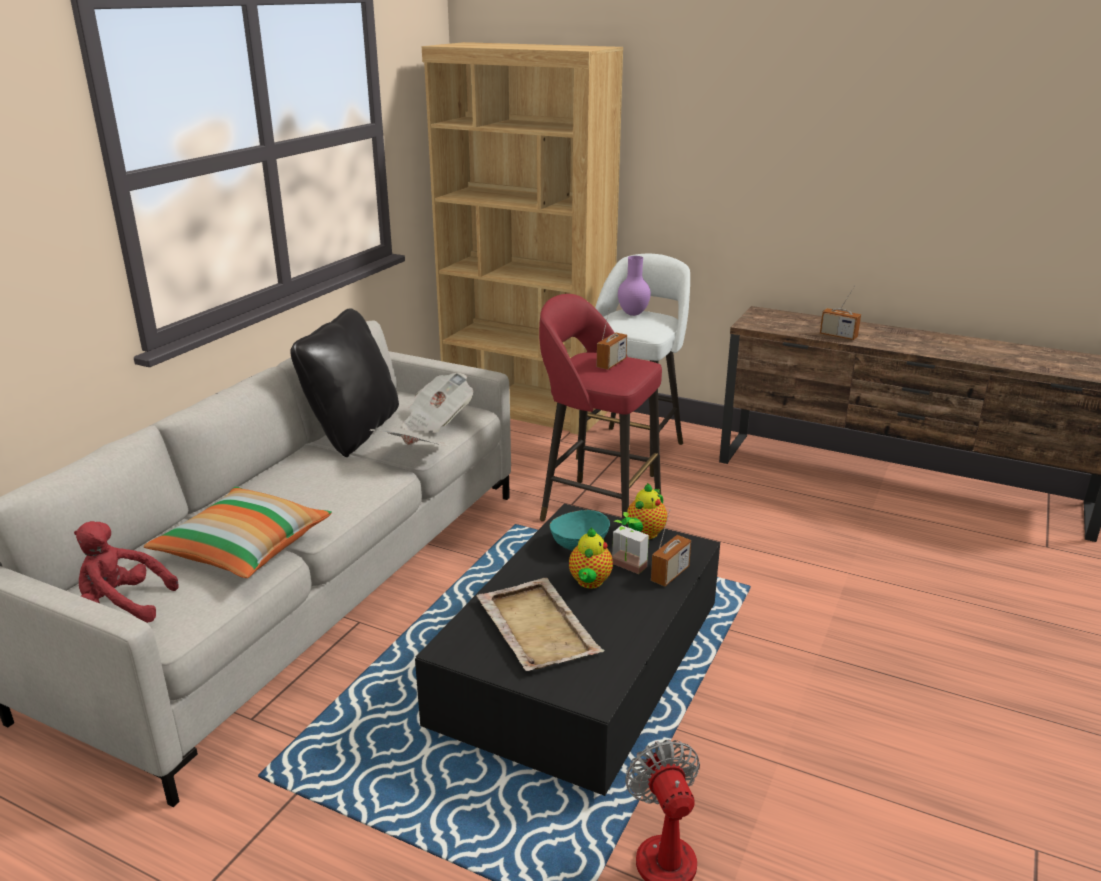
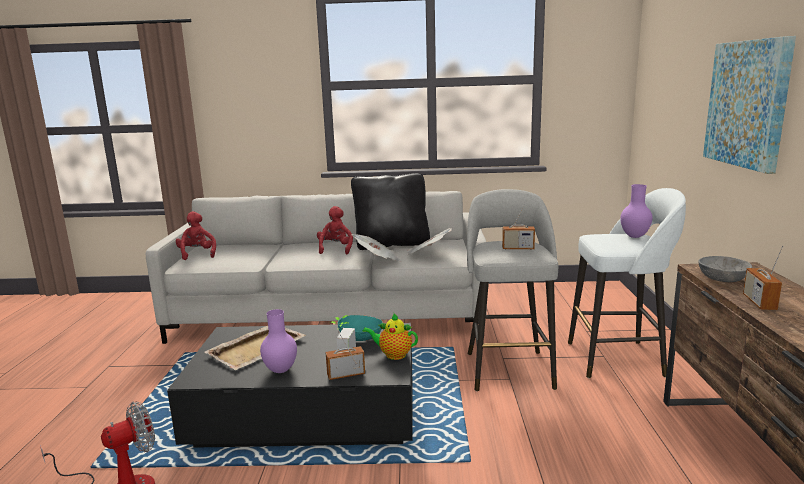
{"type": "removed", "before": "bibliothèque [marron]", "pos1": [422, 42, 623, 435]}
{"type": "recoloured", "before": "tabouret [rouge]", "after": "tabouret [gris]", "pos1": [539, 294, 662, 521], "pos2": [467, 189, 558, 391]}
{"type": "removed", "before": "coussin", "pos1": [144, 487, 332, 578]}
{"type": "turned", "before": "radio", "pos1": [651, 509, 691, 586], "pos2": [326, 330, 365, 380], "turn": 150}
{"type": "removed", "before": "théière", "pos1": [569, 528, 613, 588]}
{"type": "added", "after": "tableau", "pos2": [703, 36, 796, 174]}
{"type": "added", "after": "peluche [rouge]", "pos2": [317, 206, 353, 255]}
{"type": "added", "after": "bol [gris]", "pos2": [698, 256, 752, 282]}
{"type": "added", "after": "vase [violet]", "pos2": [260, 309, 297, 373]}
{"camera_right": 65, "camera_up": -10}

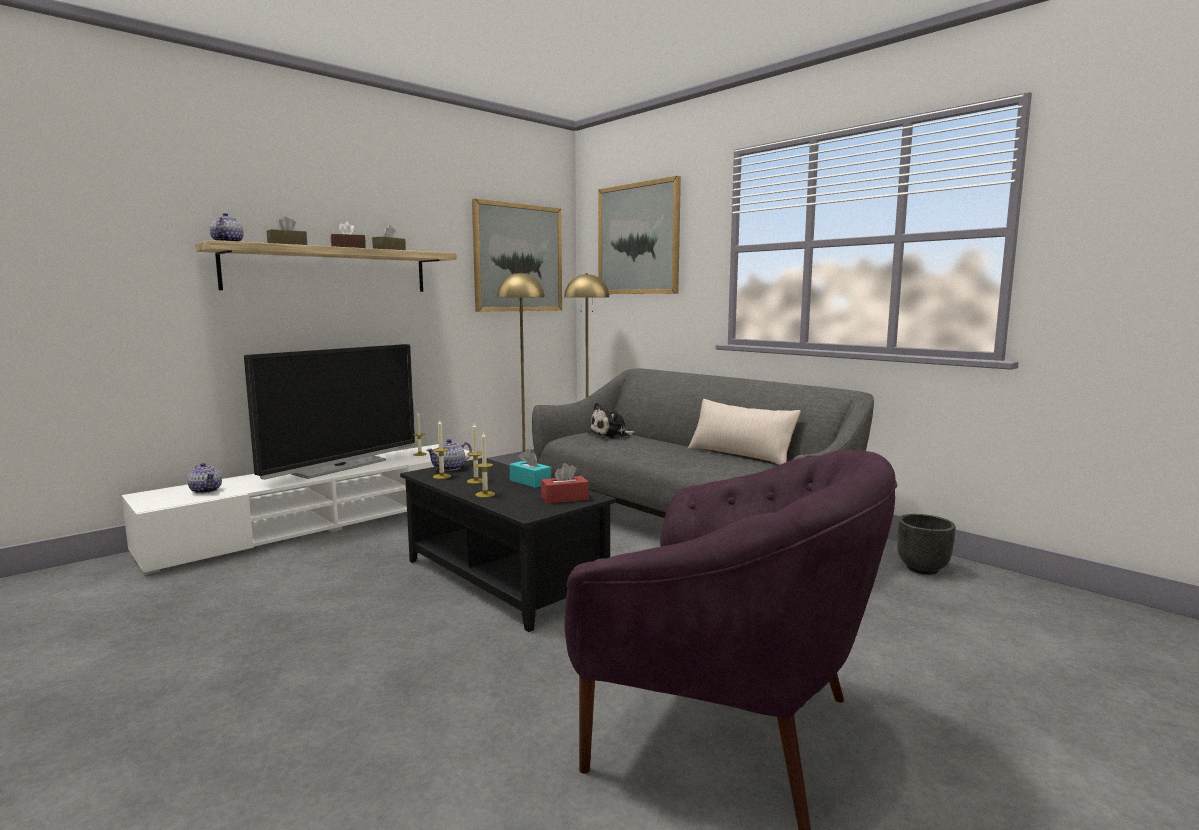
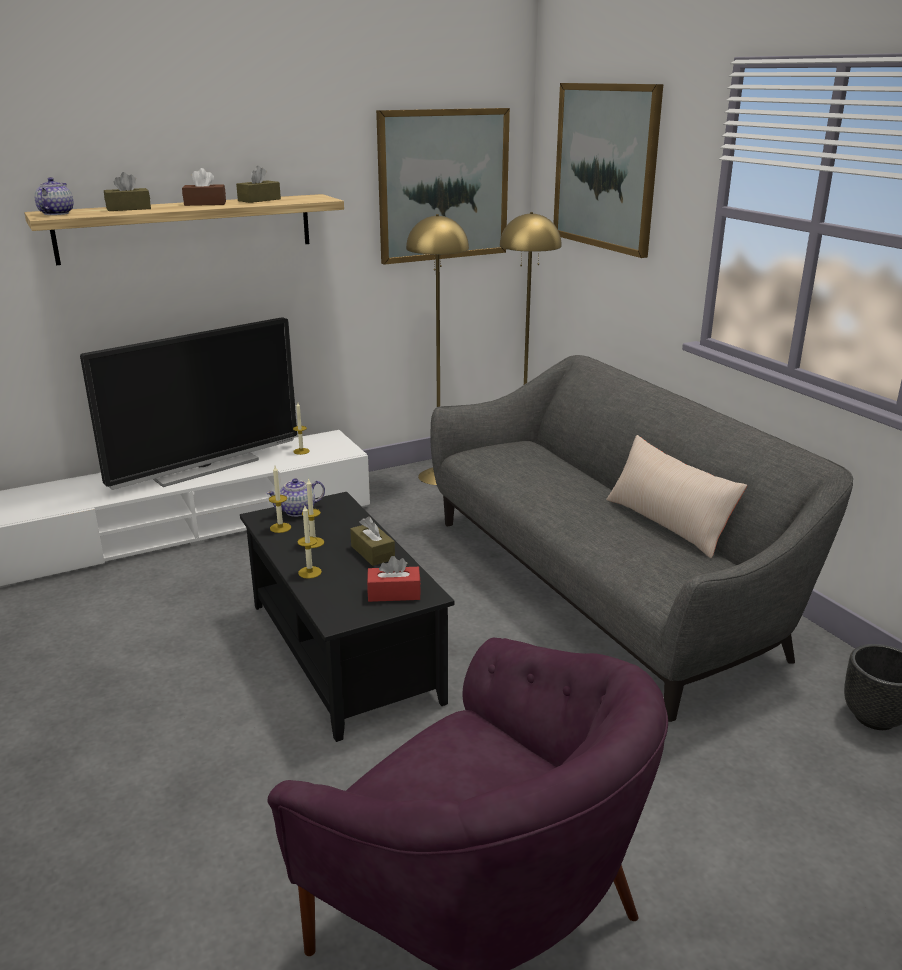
{"type": "removed", "before": "peluche", "pos1": [588, 402, 635, 439]}
{"type": "recoloured", "before": "boîte à mouchoirs [turquoise]", "after": "boîte à mouchoirs [marron]", "pos1": [510, 449, 551, 488], "pos2": [350, 516, 395, 566]}
{"type": "removed", "before": "théière", "pos1": [187, 463, 222, 494]}
{"camera_right": 15, "camera_up": 15}

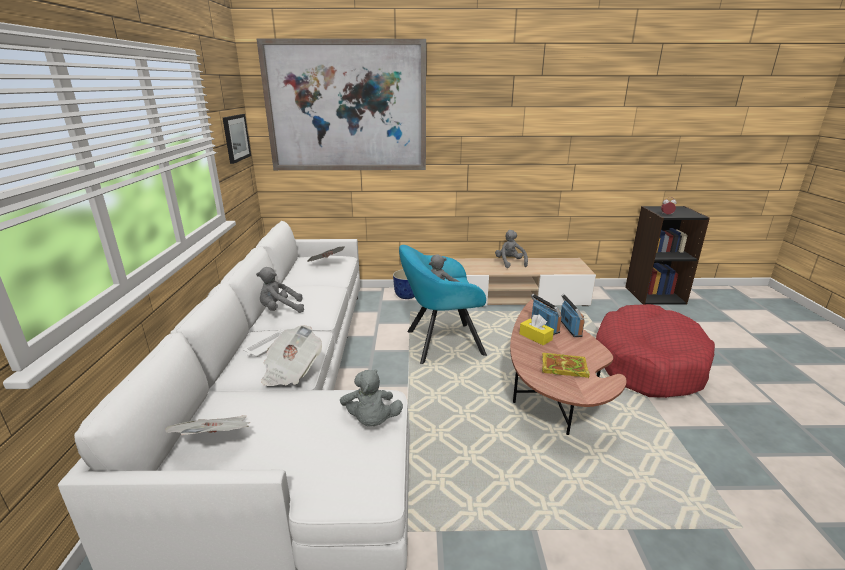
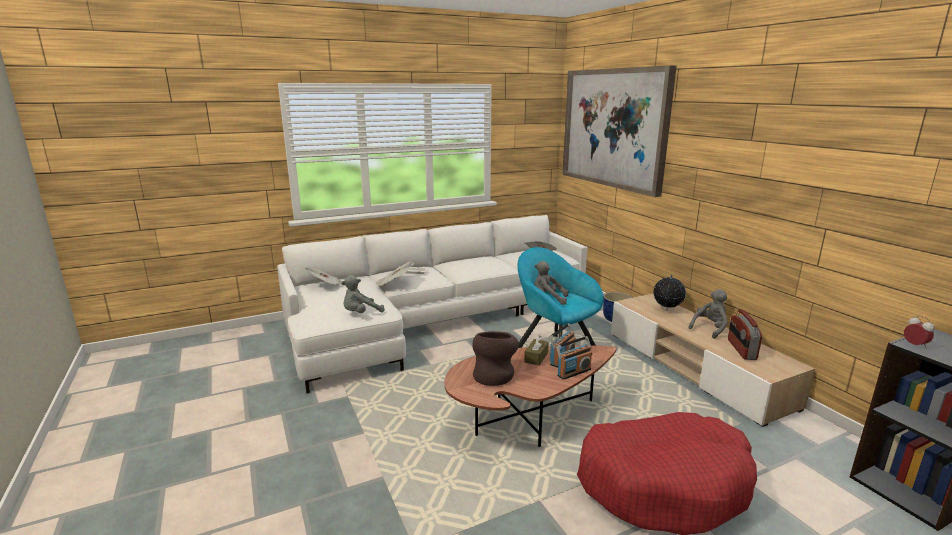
{"type": "removed", "before": "tableau", "pos1": [223, 114, 251, 164]}
{"type": "removed", "before": "peluche [gris]", "pos1": [256, 267, 304, 313]}
{"type": "recoloured", "before": "boîte à mouchoirs [jaune]", "after": "boîte à mouchoirs [marron]", "pos1": [519, 314, 554, 345], "pos2": [524, 335, 549, 366]}
{"type": "replaced", "before": "livre", "after": "vase [marron]", "pos1": [542, 353, 590, 378], "pos2": [473, 331, 519, 386]}
{"type": "added", "after": "globe", "pos2": [653, 274, 686, 311]}
{"type": "added", "after": "radio", "pos2": [728, 309, 762, 360]}
{"camera_right": 65, "camera_up": -5}

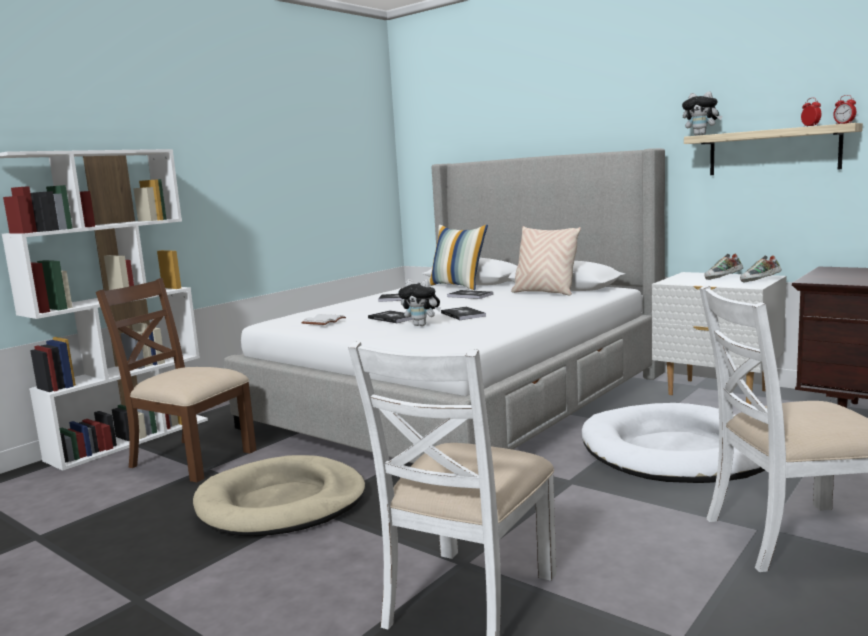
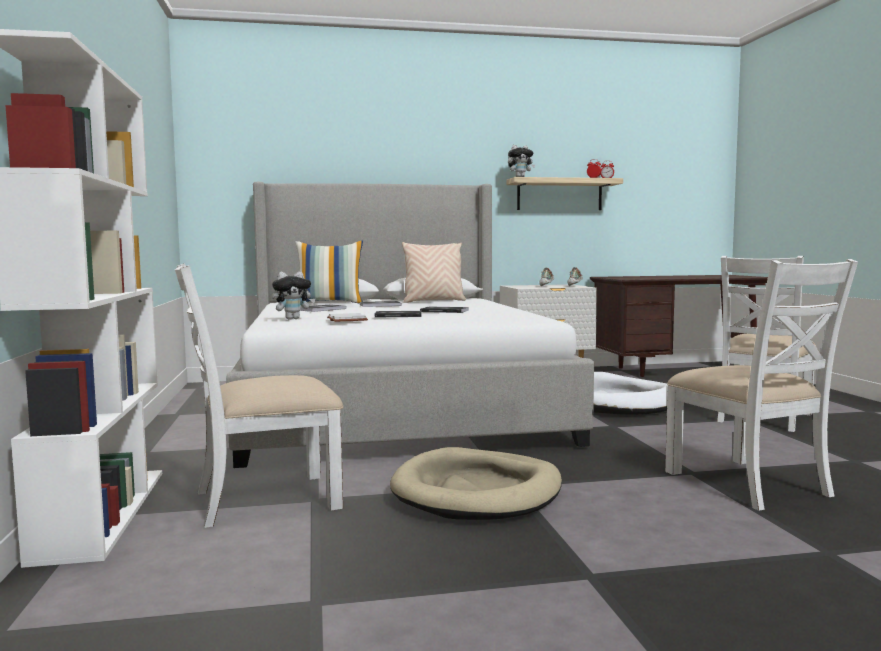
{"type": "recoloured", "before": "chaise [marron]", "after": "chaise [blanc]", "pos1": [96, 278, 257, 482], "pos2": [175, 263, 343, 528]}
{"type": "moved", "before": "peluche", "pos1": [398, 279, 441, 326], "pos2": [272, 271, 316, 320]}
{"camera_right": -50, "camera_up": -5}

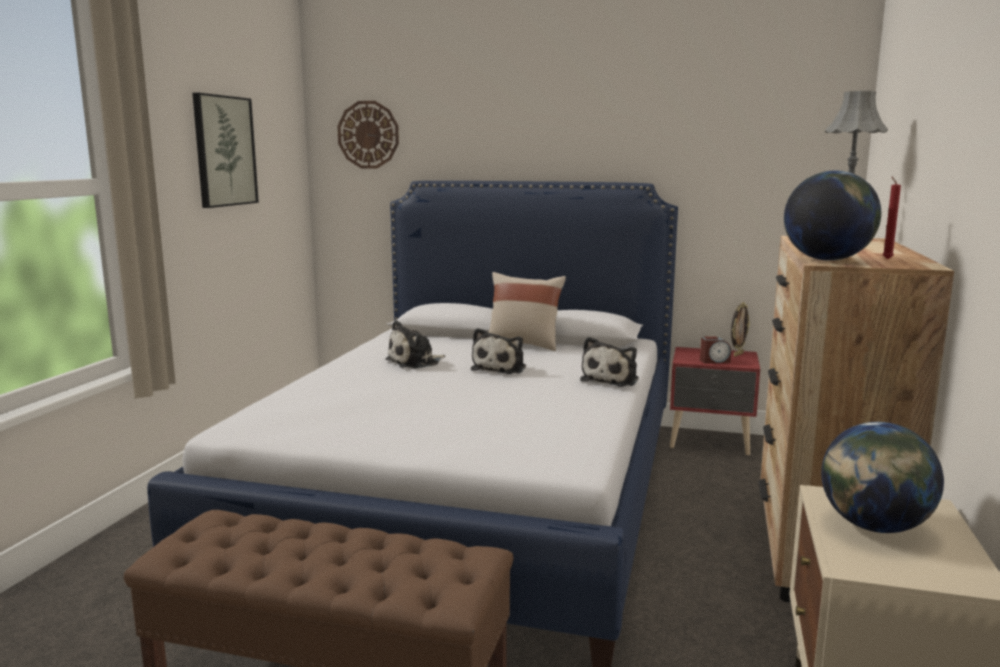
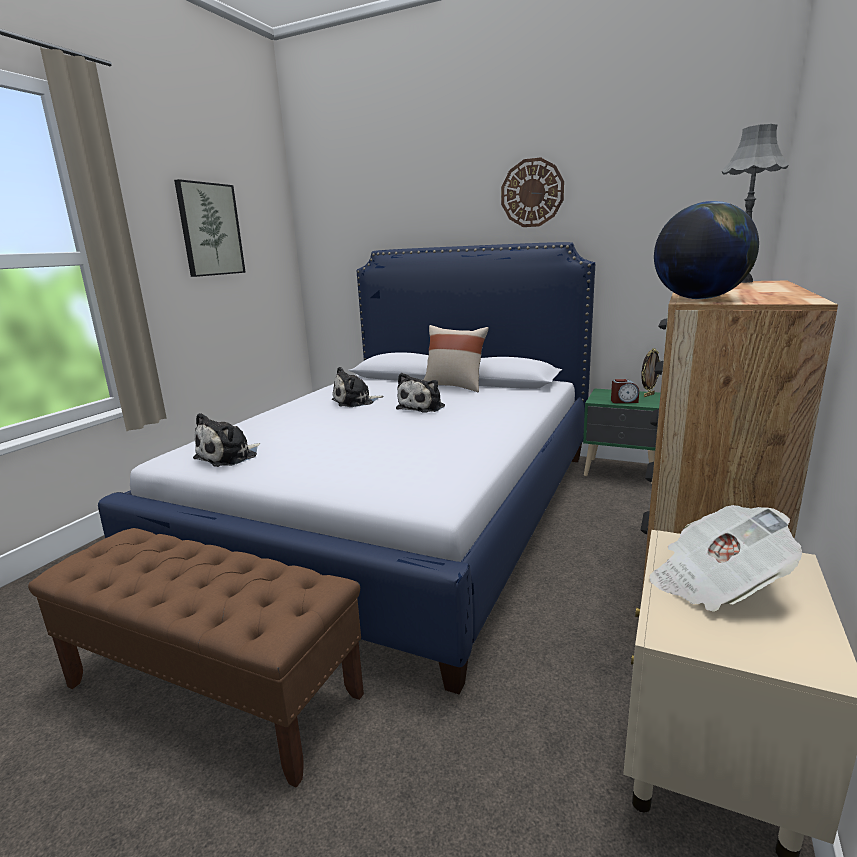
{"type": "moved", "before": "horloge murale", "pos1": [338, 101, 399, 168], "pos2": [501, 157, 564, 227]}
{"type": "removed", "before": "bougie [rouge]", "pos1": [883, 176, 901, 259]}
{"type": "moved", "before": "peluche", "pos1": [580, 337, 639, 386], "pos2": [193, 413, 261, 467]}
{"type": "recoloured", "before": "table de chevet [rouge]", "after": "table de chevet [vert]", "pos1": [670, 347, 760, 455], "pos2": [583, 388, 660, 484]}
{"type": "replaced", "before": "globe", "after": "journal", "pos1": [821, 422, 944, 533], "pos2": [649, 505, 802, 612]}
{"camera_right": 10, "camera_up": 5}

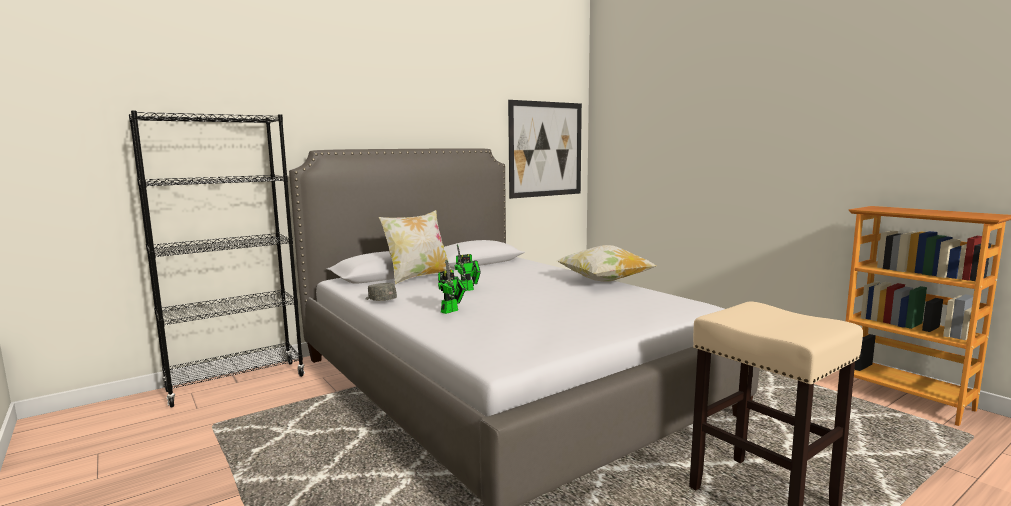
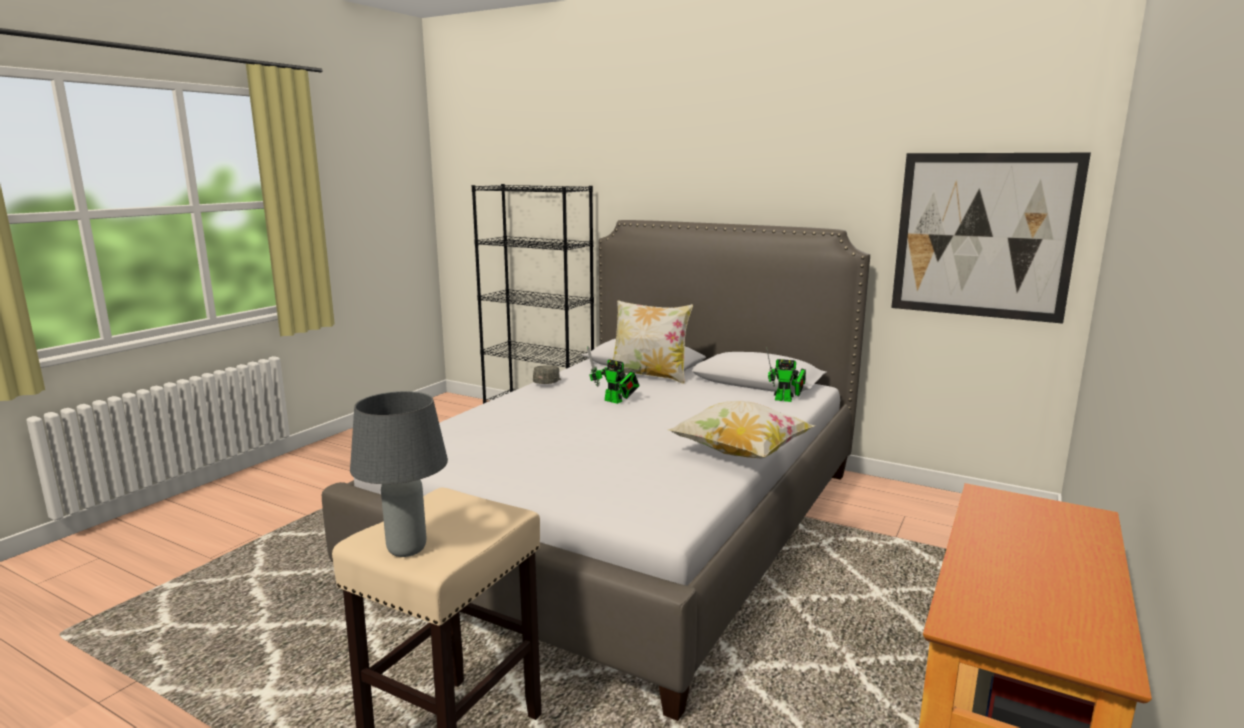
{"type": "moved", "before": "robot jouet", "pos1": [438, 259, 466, 314], "pos2": [766, 347, 806, 402]}
{"type": "added", "after": "lampe de table [gris]", "pos2": [350, 391, 448, 557]}
{"camera_right": 65, "camera_up": 5}

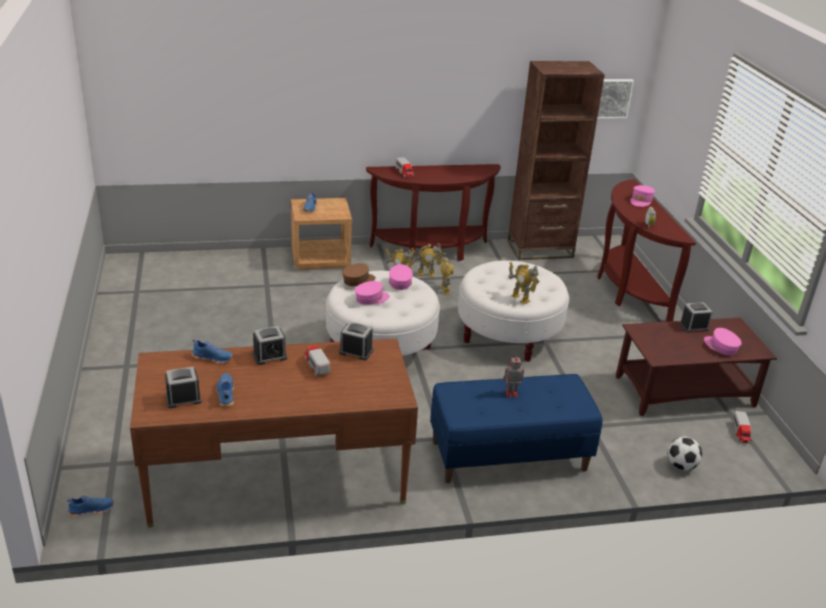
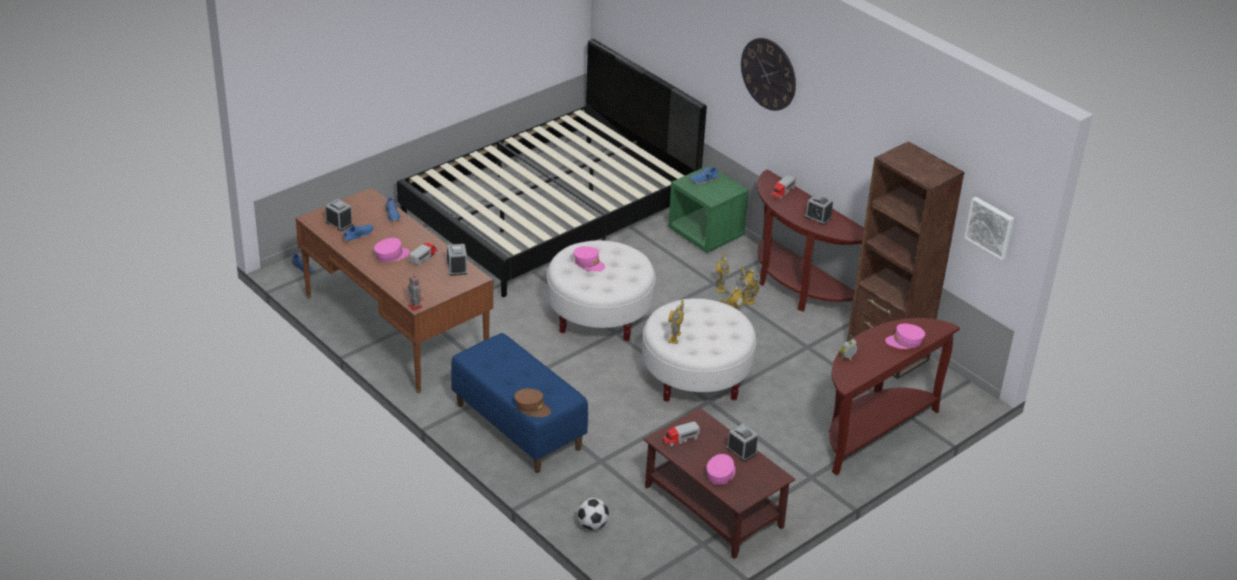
{"type": "recoloured", "before": "table de chevet [marron]", "after": "table de chevet [vert]", "pos1": [291, 198, 352, 270], "pos2": [668, 165, 749, 253]}
{"type": "moved", "before": "casquette [marron]", "pos1": [342, 263, 376, 286], "pos2": [514, 389, 551, 417]}
{"type": "moved", "before": "casquette [rose]", "pos1": [389, 264, 413, 290], "pos2": [374, 238, 410, 262]}
{"type": "moved", "before": "réveil", "pos1": [252, 326, 287, 365], "pos2": [804, 193, 833, 225]}
{"type": "moved", "before": "robot jouet", "pos1": [503, 355, 524, 397], "pos2": [408, 273, 423, 311]}
{"type": "moved", "before": "camion jouet", "pos1": [732, 411, 751, 443], "pos2": [663, 422, 700, 446]}
{"type": "added", "after": "horloge murale", "pos2": [741, 38, 796, 111]}
{"type": "added", "after": "lit [noir]", "pos2": [397, 39, 707, 297]}
{"camera_right": 60, "camera_up": 5}

